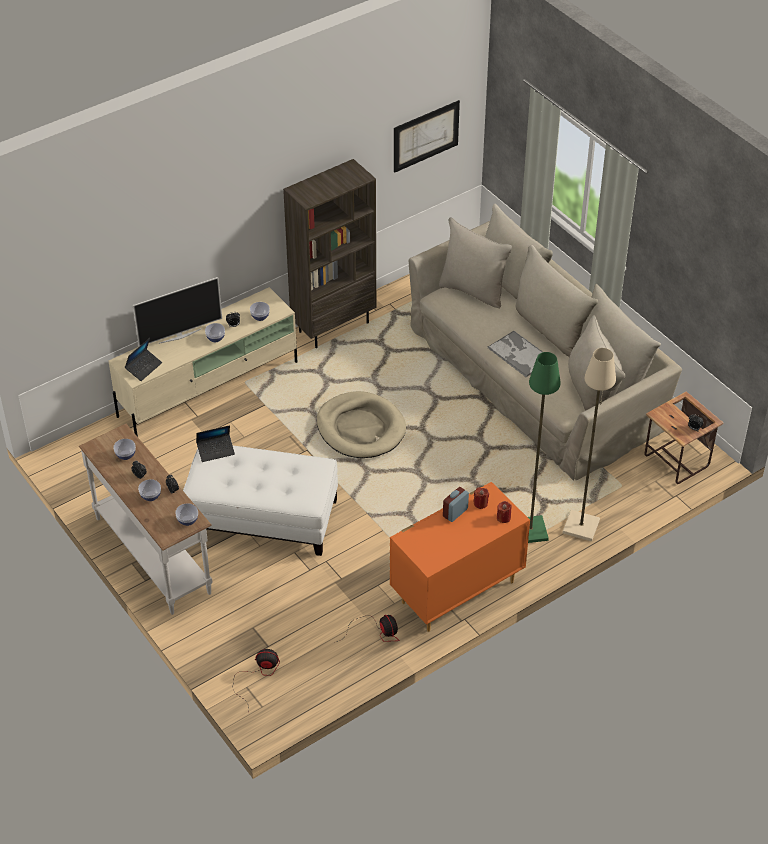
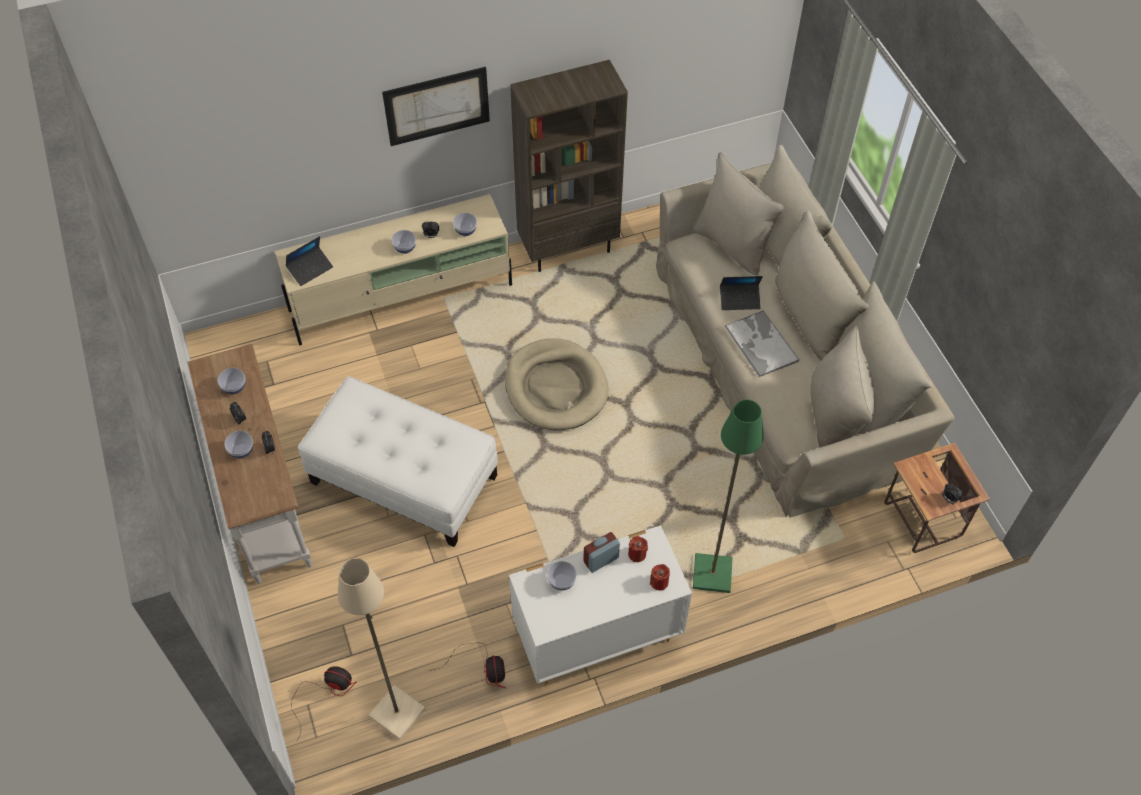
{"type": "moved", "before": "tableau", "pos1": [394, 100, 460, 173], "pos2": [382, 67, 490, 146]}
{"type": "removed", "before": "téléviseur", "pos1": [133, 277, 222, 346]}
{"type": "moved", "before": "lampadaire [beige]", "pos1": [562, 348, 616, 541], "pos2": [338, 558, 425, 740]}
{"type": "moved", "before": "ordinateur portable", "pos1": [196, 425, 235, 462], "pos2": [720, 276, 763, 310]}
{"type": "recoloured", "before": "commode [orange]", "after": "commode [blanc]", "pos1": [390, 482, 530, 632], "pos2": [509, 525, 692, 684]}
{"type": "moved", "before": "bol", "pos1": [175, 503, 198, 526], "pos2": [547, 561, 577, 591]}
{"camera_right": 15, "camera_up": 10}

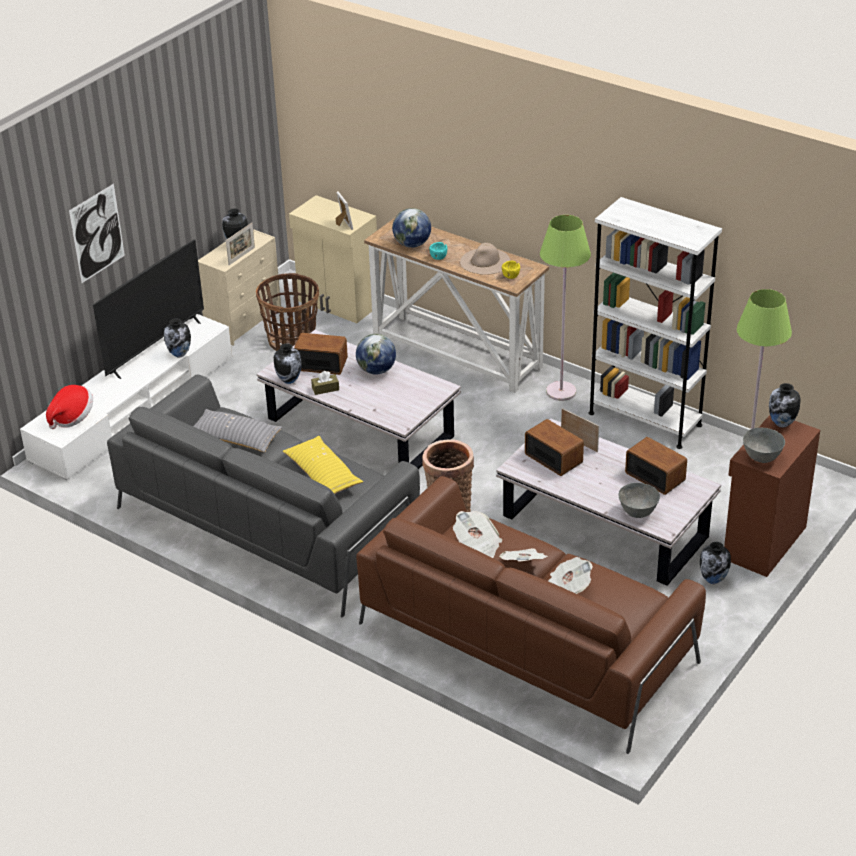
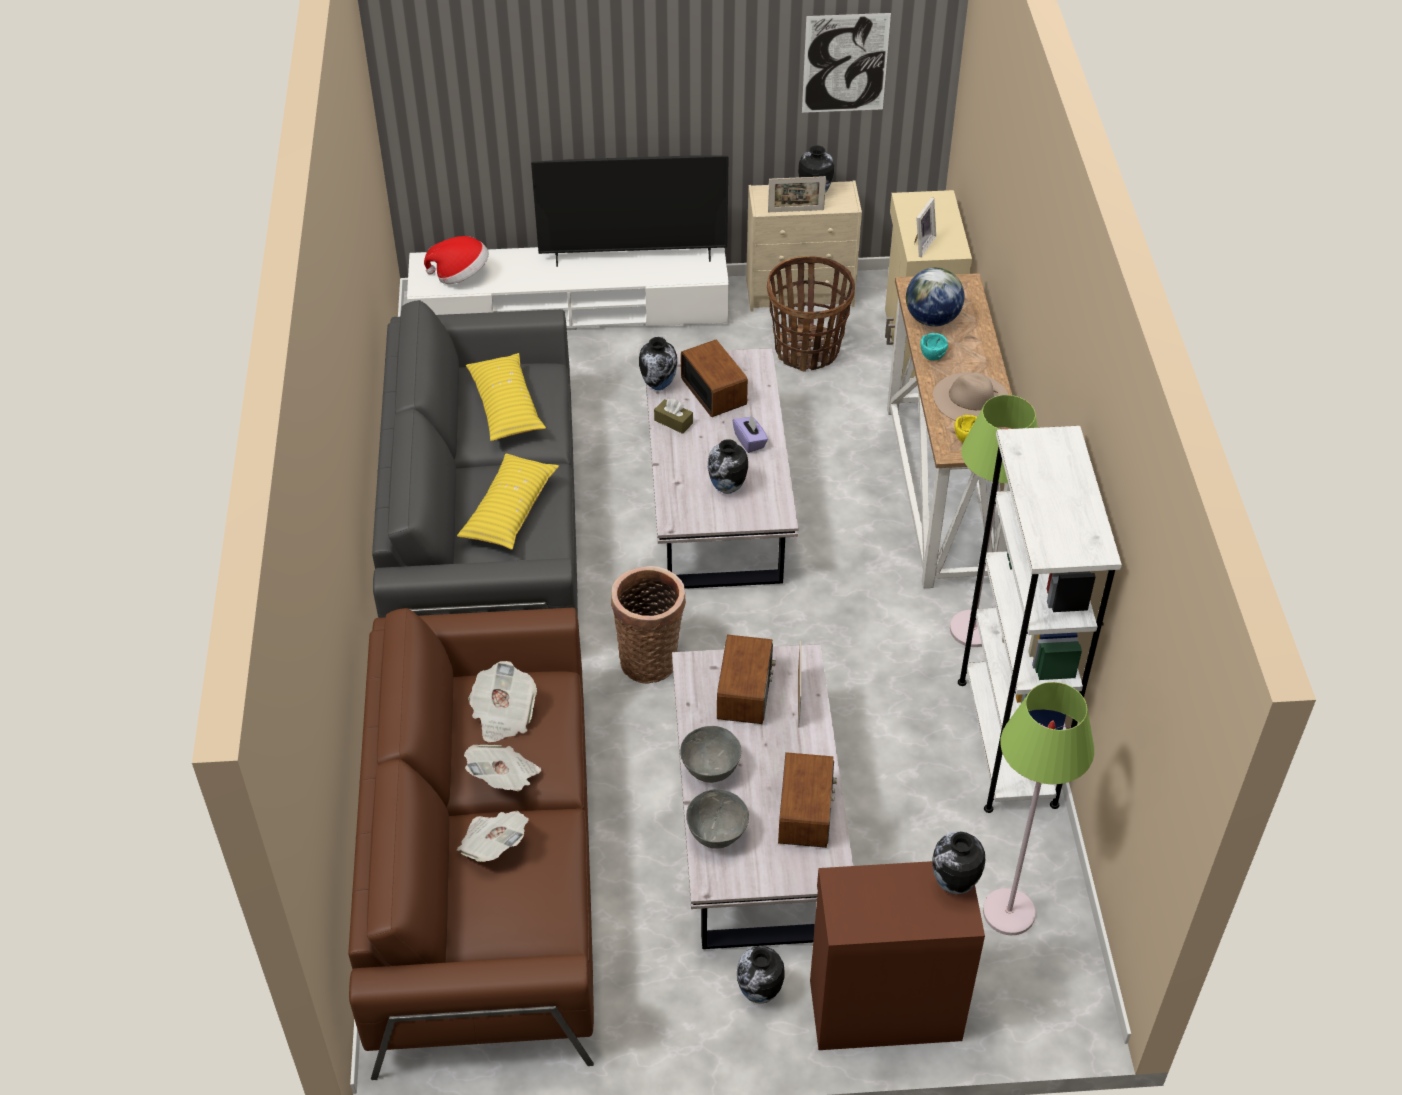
{"type": "moved", "before": "tableau", "pos1": [69, 184, 125, 283], "pos2": [802, 13, 891, 113]}
{"type": "moved", "before": "vase", "pos1": [164, 319, 191, 357], "pos2": [708, 439, 748, 494]}
{"type": "replaced", "before": "globe", "after": "boîte à mouchoirs [violet]", "pos1": [356, 334, 396, 375], "pos2": [733, 415, 768, 453]}
{"type": "recoloured", "before": "coussin [gris]", "after": "coussin [jaune]", "pos1": [193, 409, 283, 452], "pos2": [466, 353, 546, 441]}
{"type": "moved", "before": "bol [gris]", "pos1": [743, 428, 785, 463], "pos2": [680, 726, 742, 783]}
{"camera_right": 50, "camera_up": 10}

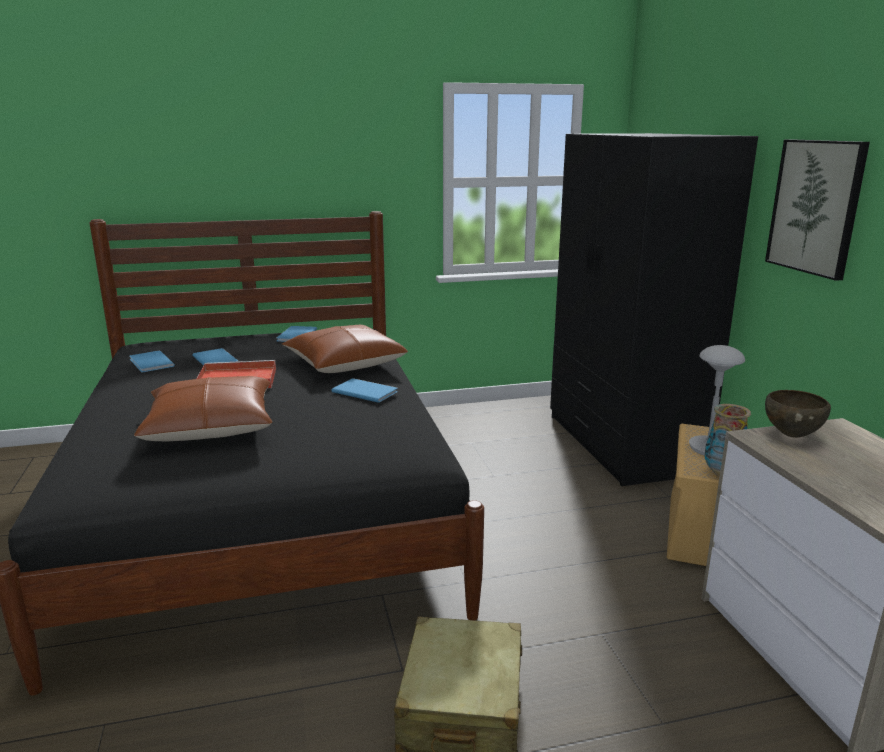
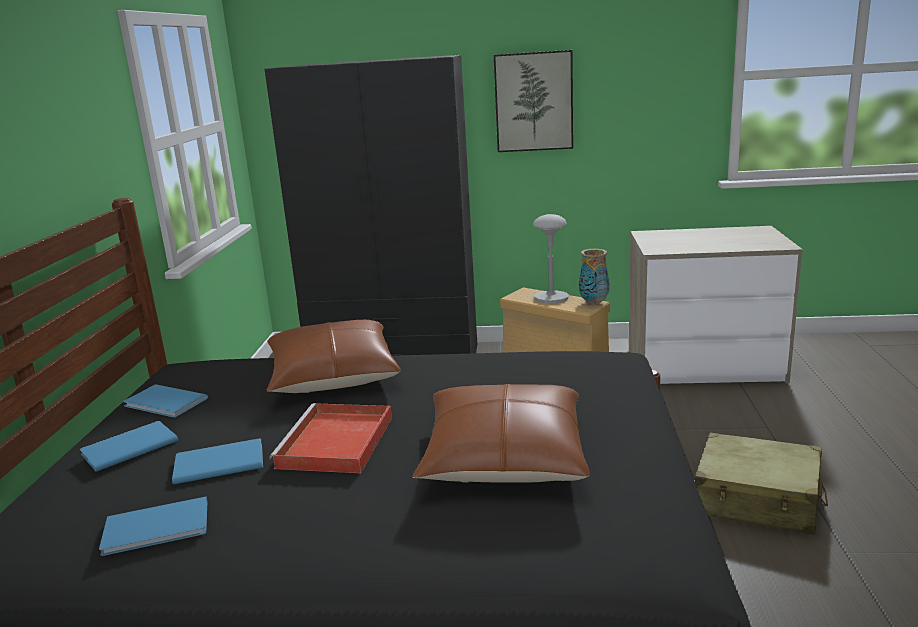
{"type": "moved", "before": "livre [bleu]", "pos1": [331, 378, 398, 403], "pos2": [80, 421, 178, 472]}
{"type": "removed", "before": "bol [marron]", "pos1": [765, 390, 831, 438]}
{"camera_right": -70, "camera_up": 0}

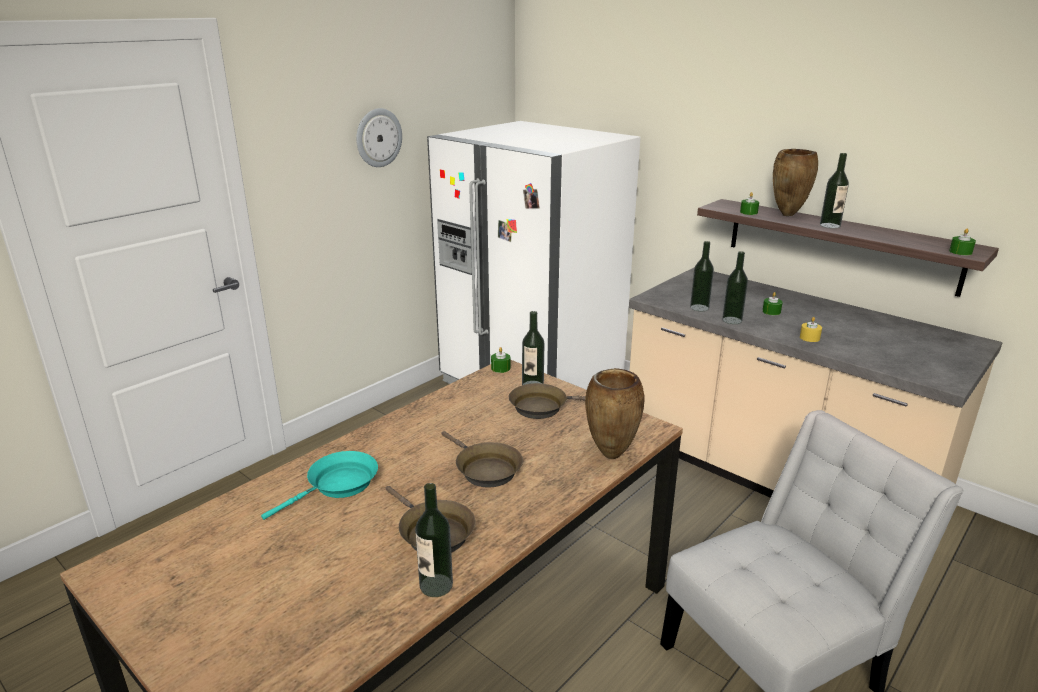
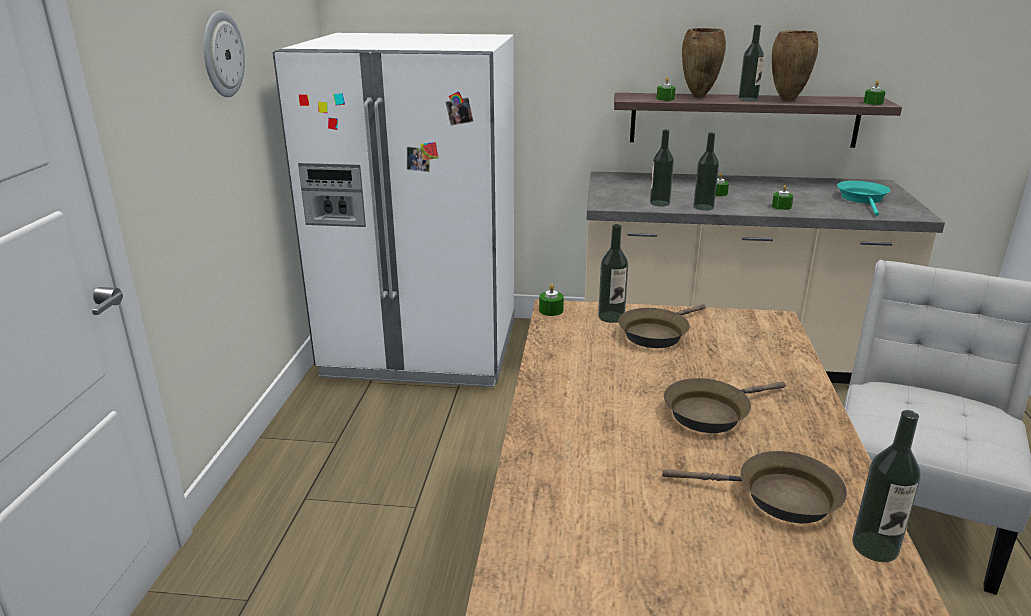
{"type": "recoloured", "before": "bougie [jaune]", "after": "bougie [vert]", "pos1": [800, 317, 822, 342], "pos2": [772, 185, 794, 210]}
{"type": "moved", "before": "vase [marron]", "pos1": [585, 368, 645, 459], "pos2": [772, 30, 818, 101]}
{"type": "turned", "before": "poêle [marron]", "pos1": [441, 431, 523, 488], "pos2": [664, 378, 786, 433], "turn": 135}
{"type": "moved", "before": "poêle [turquoise]", "pos1": [261, 451, 378, 520], "pos2": [837, 181, 890, 216]}
{"camera_right": -35, "camera_up": 0}

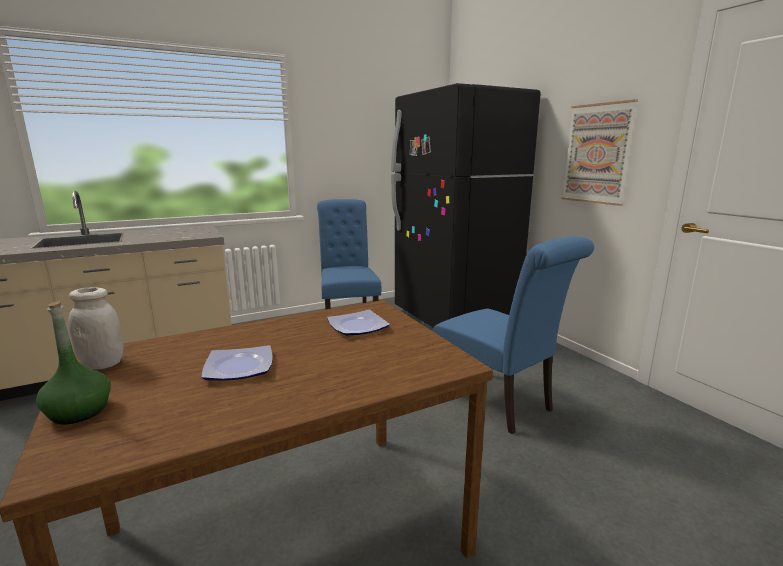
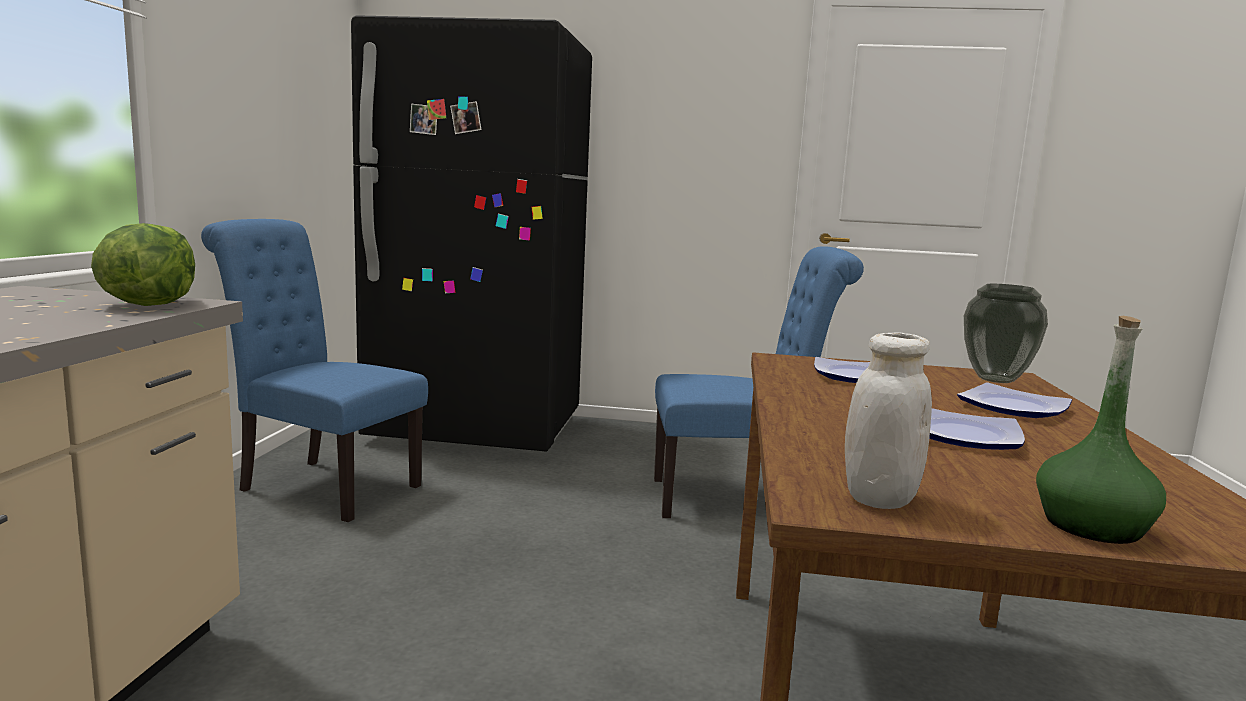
{"type": "removed", "before": "tableau", "pos1": [561, 99, 638, 206]}
{"type": "added", "after": "laitue", "pos2": [91, 223, 195, 306]}
{"type": "added", "after": "vase", "pos2": [964, 284, 1048, 383]}
{"type": "added", "after": "assiette", "pos2": [957, 383, 1072, 418]}
{"camera_right": -55, "camera_up": -5}

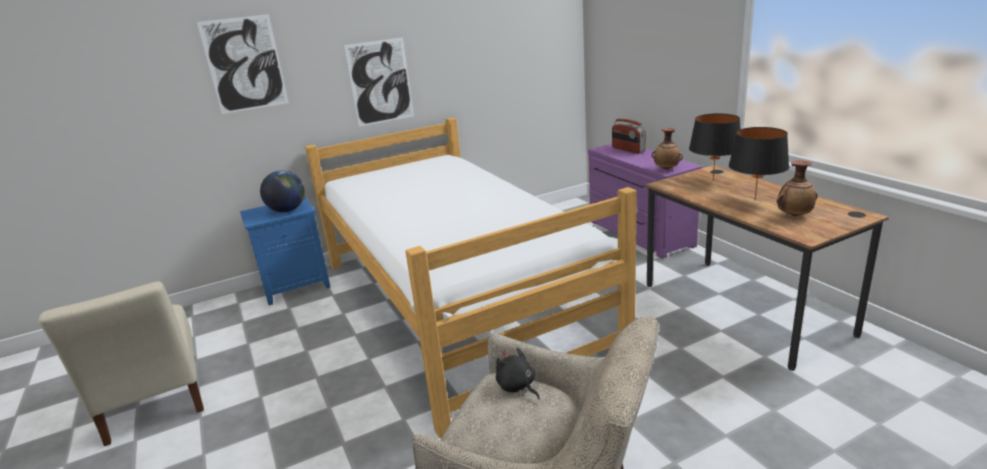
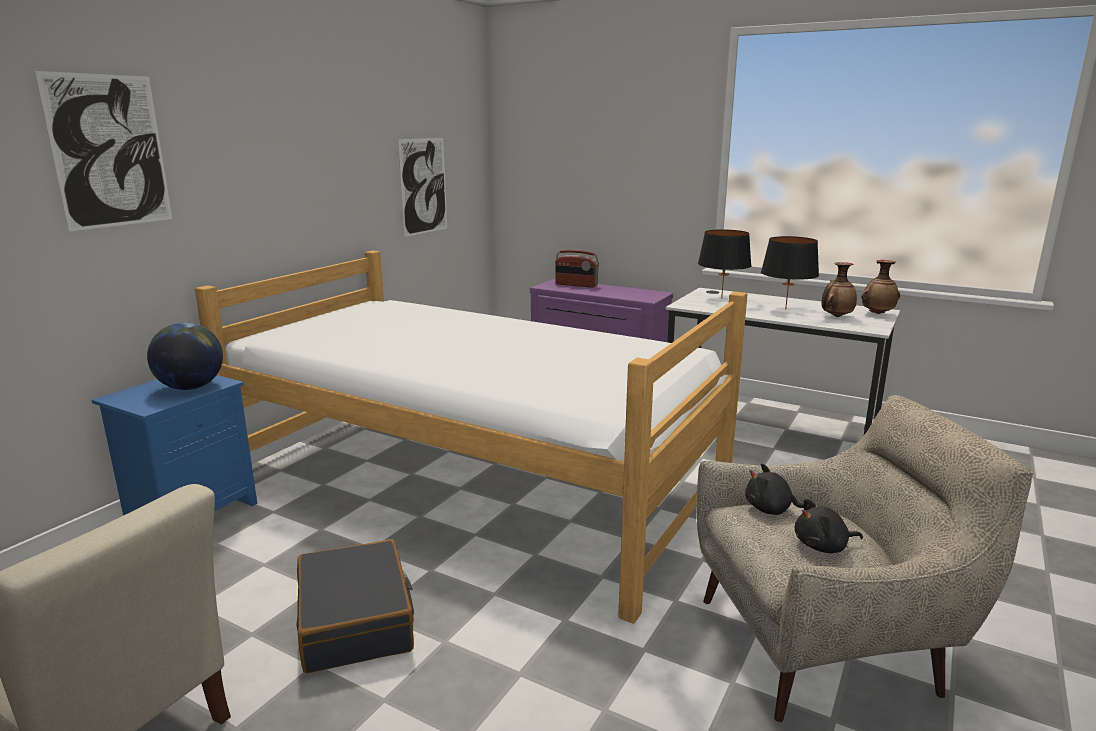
{"type": "moved", "before": "tableau", "pos1": [344, 37, 414, 127], "pos2": [398, 138, 447, 237]}
{"type": "moved", "before": "vase", "pos1": [652, 128, 683, 170], "pos2": [861, 260, 900, 314]}
{"type": "recoloured", "before": "bureau [marron]", "after": "bureau [blanc]", "pos1": [645, 165, 889, 371], "pos2": [665, 288, 900, 435]}
{"type": "added", "after": "peluche [noir]", "pos2": [795, 499, 863, 553]}
{"type": "added", "after": "valise [noir]", "pos2": [297, 539, 414, 673]}
{"camera_right": -35, "camera_up": -5}

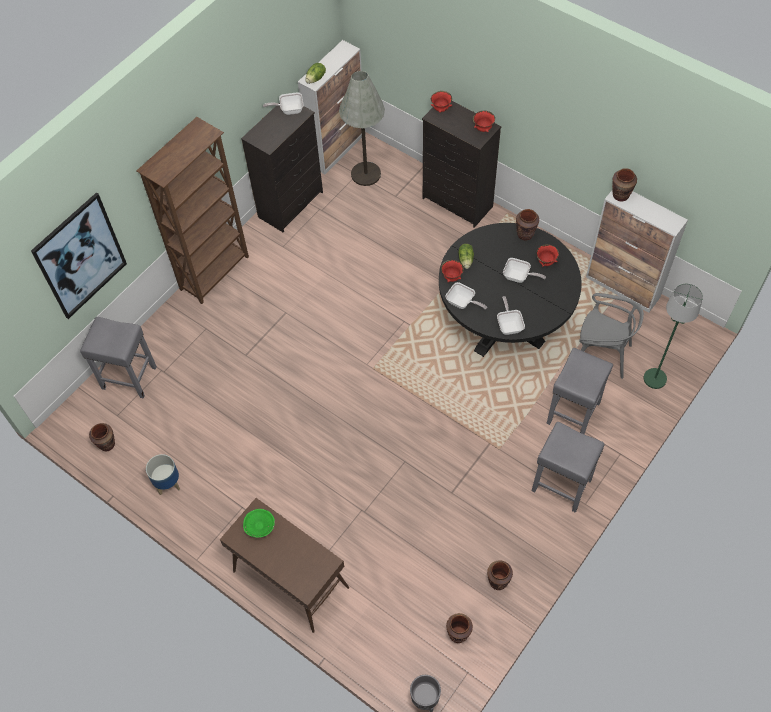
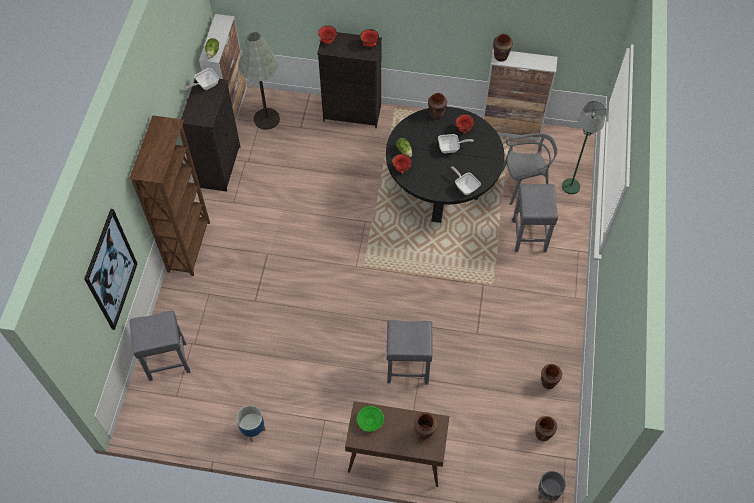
{"type": "removed", "before": "poêle", "pos1": [445, 282, 487, 310]}
{"type": "moved", "before": "tabouret [gris]", "pos1": [532, 422, 605, 513], "pos2": [387, 320, 432, 385]}
{"type": "moved", "before": "vase [marron]", "pos1": [89, 423, 115, 451], "pos2": [414, 412, 437, 439]}
{"camera_right": -30, "camera_up": 0}

